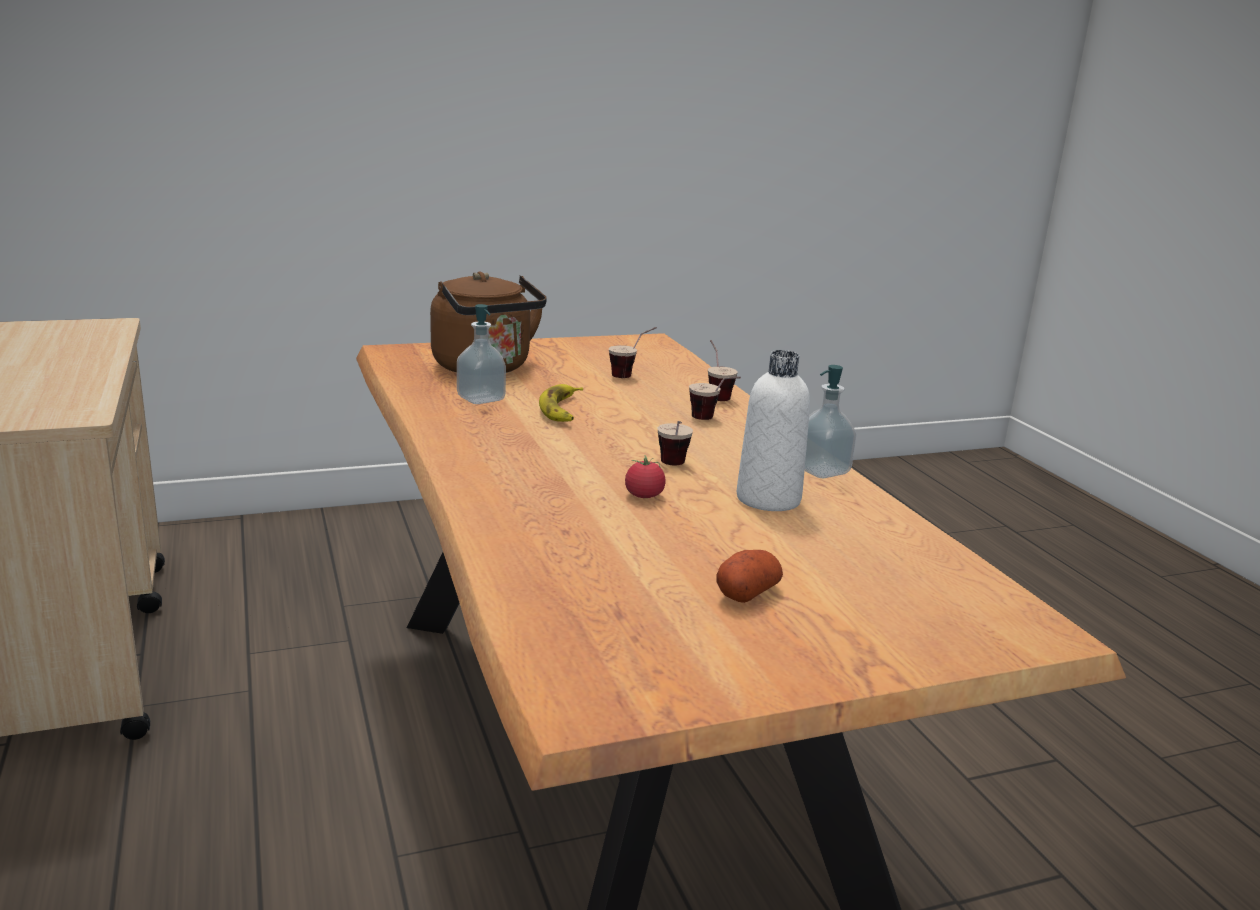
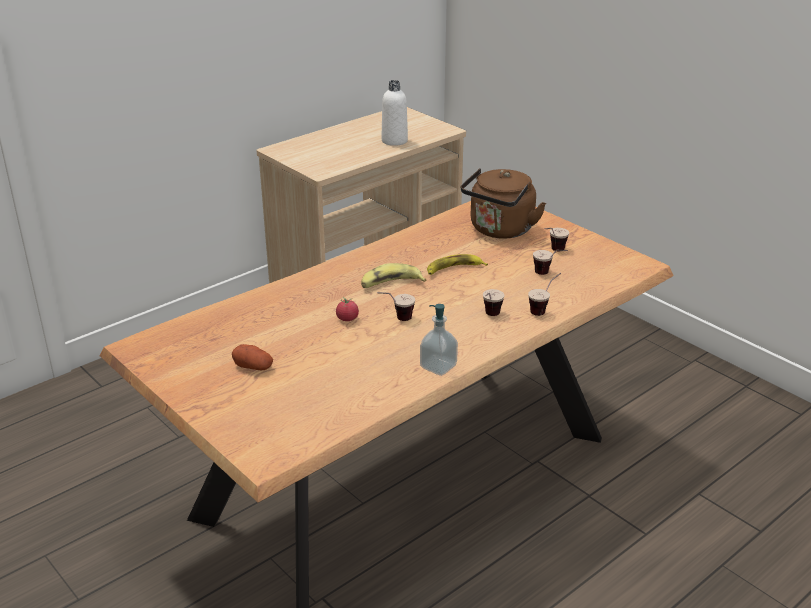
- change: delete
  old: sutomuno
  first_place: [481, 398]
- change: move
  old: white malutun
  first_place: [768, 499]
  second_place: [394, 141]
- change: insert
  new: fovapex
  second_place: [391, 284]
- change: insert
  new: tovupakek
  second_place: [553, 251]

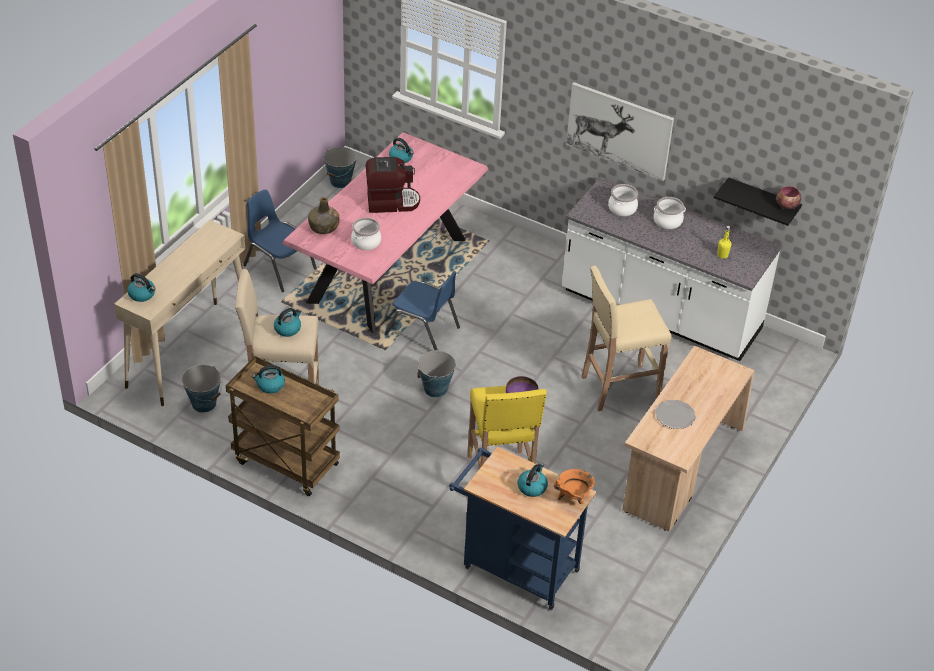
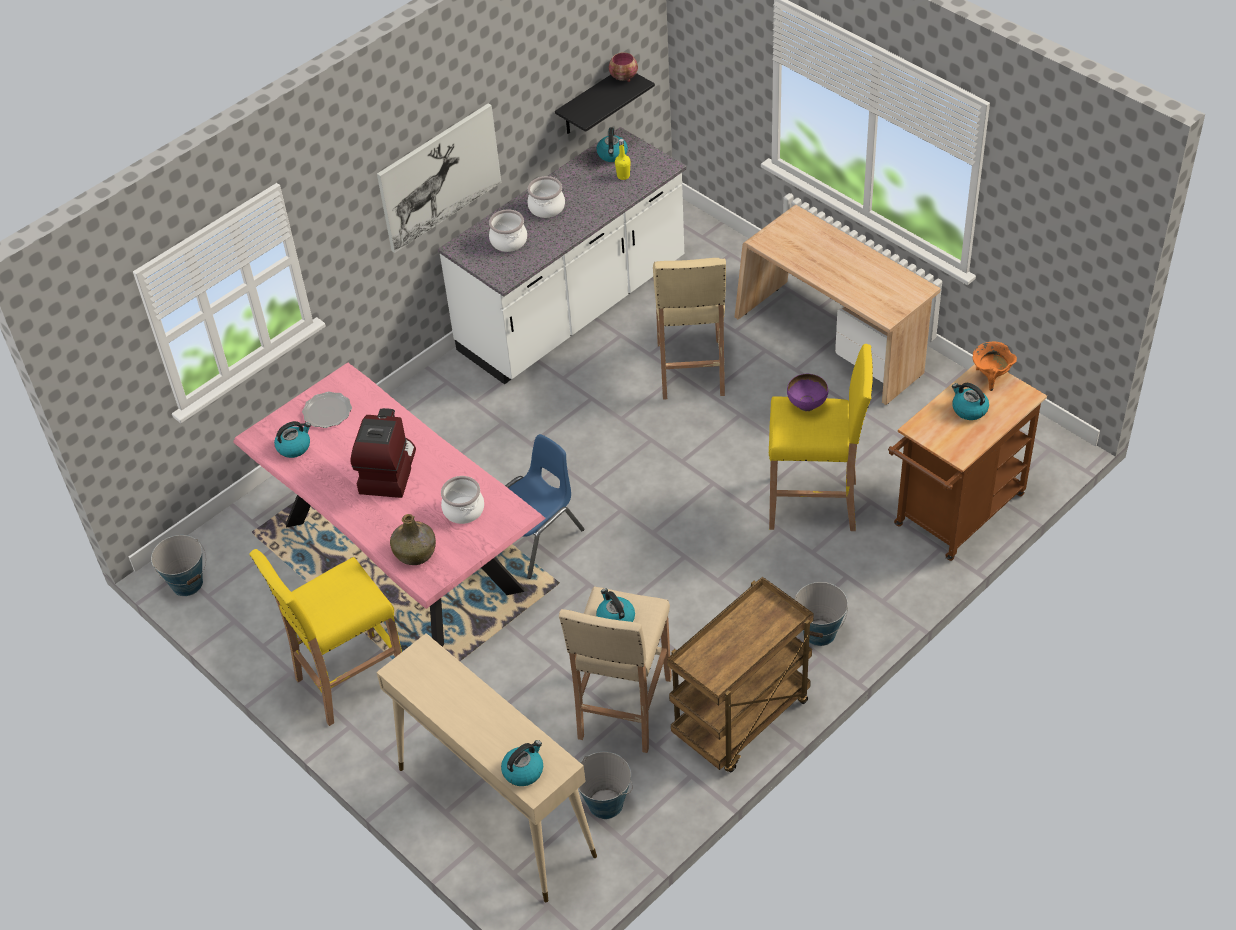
- change: replace
  old: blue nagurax
  new: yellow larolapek
  first_place: [279, 267]
  second_place: [349, 681]
- change: move
  old: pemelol
  first_place: [270, 385]
  second_place: [612, 154]
- change: move
  old: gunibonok
  first_place: [435, 389]
  second_place: [819, 632]
- change: recolor
  old: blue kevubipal
  new: brown kevubipal
  first_place: [514, 567]
  second_place: [954, 516]
- change: move
  old: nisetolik
  first_place: [675, 416]
  second_place: [327, 411]

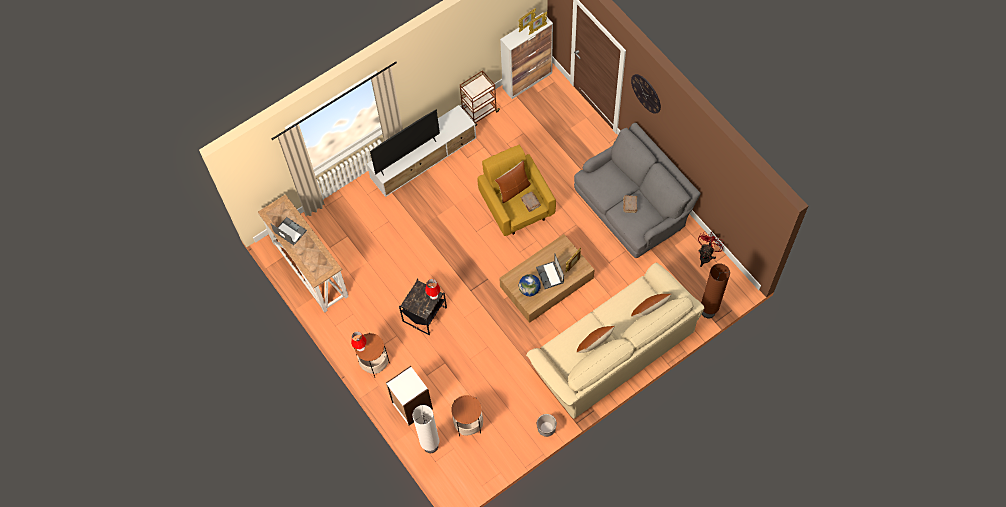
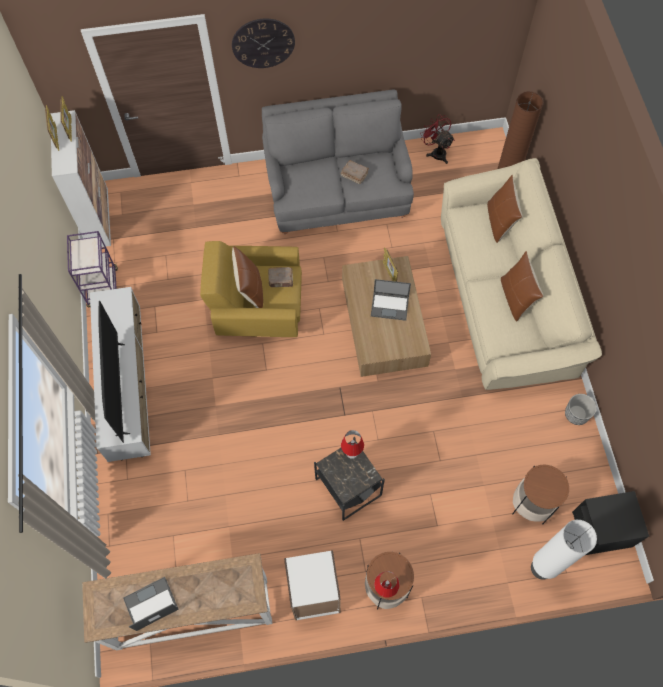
- change: move
  old: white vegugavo
  first_place: [412, 406]
  second_place: [314, 595]
- change: recolor
  old: brown kevubipal
  new: purple kevubipal
  first_place: [479, 112]
  second_place: [103, 288]
- change: delete
  old: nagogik
  first_place: [529, 289]
- change: insert
  new: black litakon
  second_place: [601, 529]

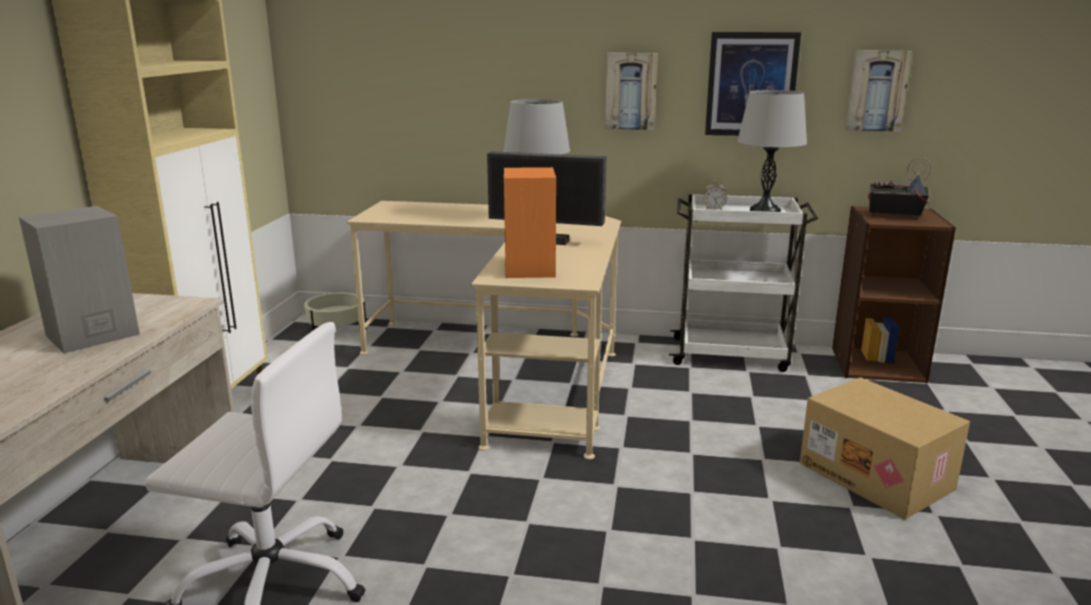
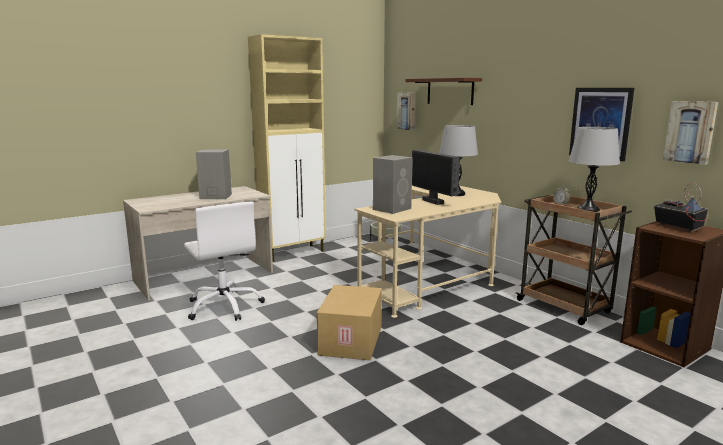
- change: recolor
  old: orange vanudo
  new: grey vanudo
  first_place: [529, 268]
  second_place: [392, 209]
- change: move
  old: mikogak
  first_place: [631, 91]
  second_place: [407, 111]
- change: recolor
  old: white kevubipal
  new: brown kevubipal
  first_place: [732, 354]
  second_place: [565, 307]
- change: move
  old: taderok
  first_place: [877, 476]
  second_place: [352, 341]
- change: insert
  new: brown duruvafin
  second_place: [450, 91]

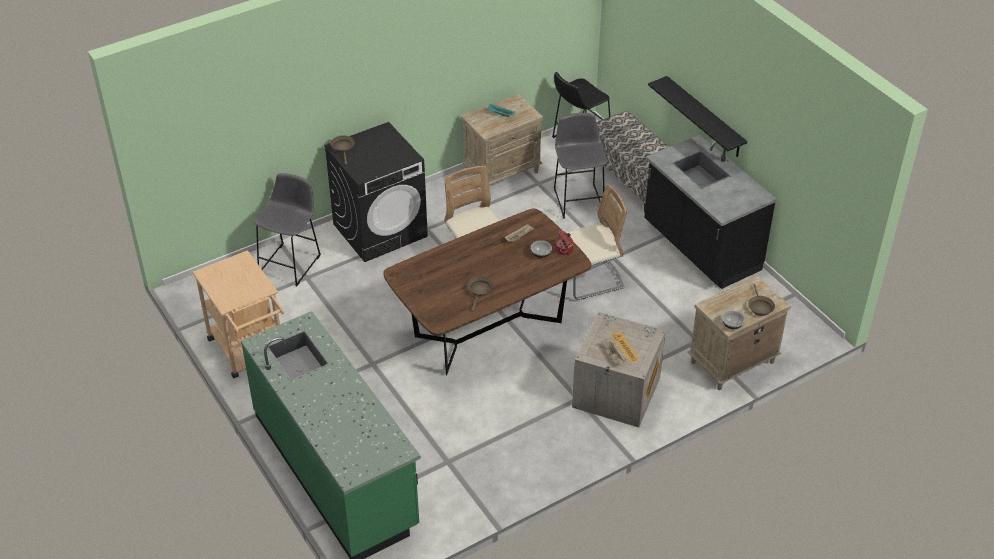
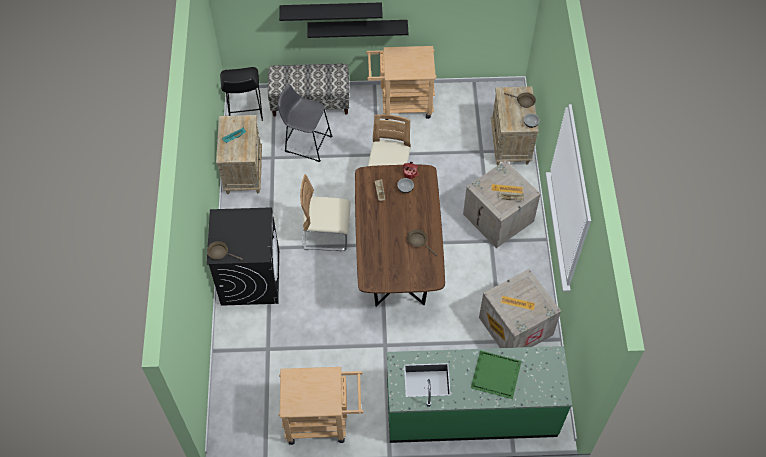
- change: delete
  old: grey larolapek
  first_place: [291, 262]
- change: replace
  old: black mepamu
  new: beige kevubipal
  first_place: [700, 248]
  second_place: [401, 104]
- change: insert
  new: black duruvafin
  second_place: [331, 10]
- change: insert
  new: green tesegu
  second_place: [497, 374]
- change: insert
  new: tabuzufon
  second_place: [515, 327]

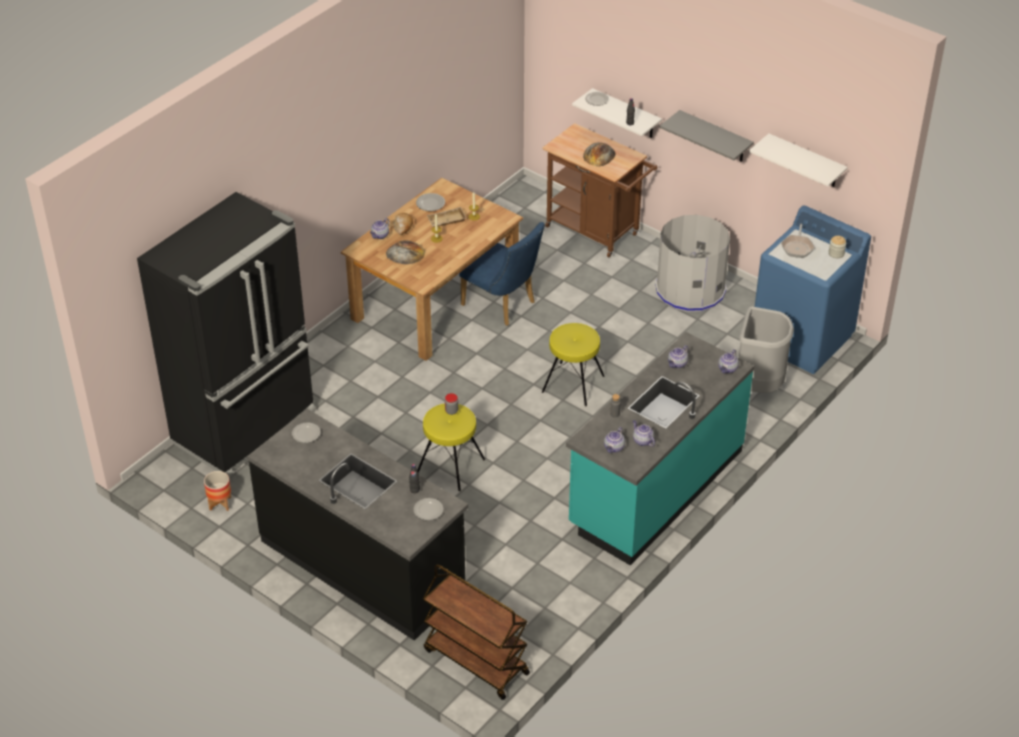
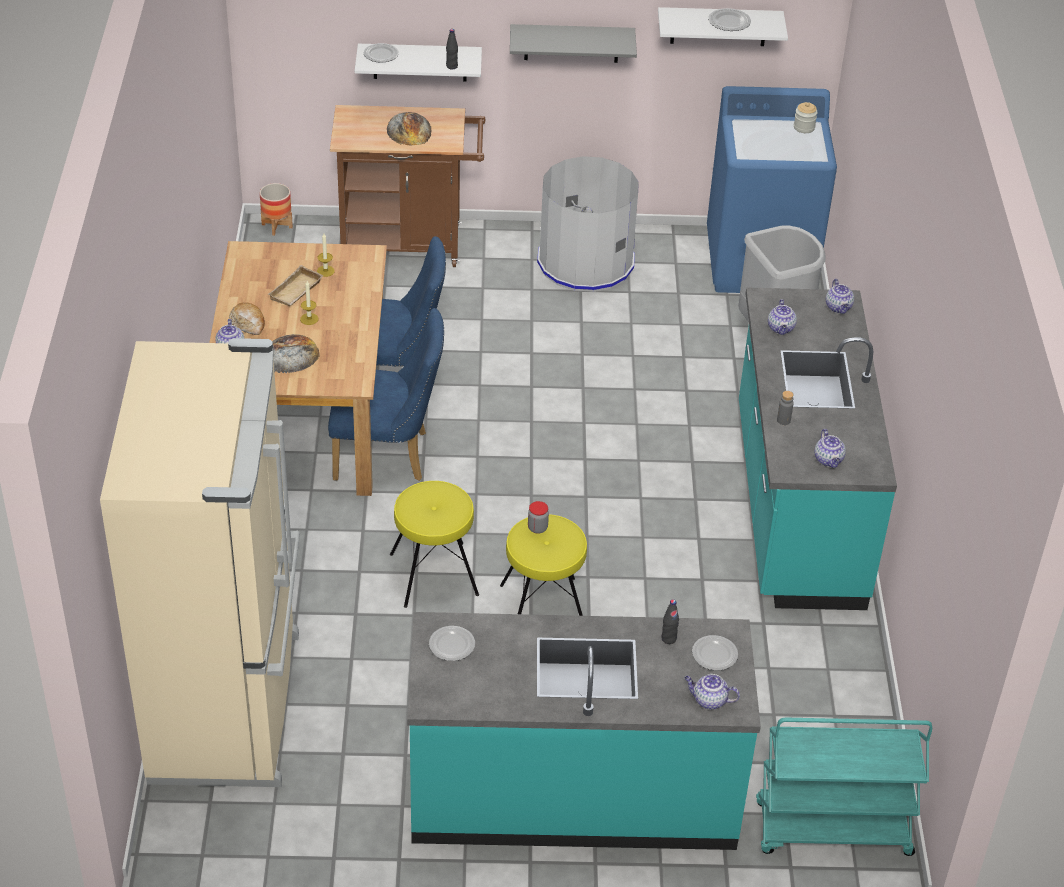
- change: recolor
  old: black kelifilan
  new: beige kelifilan
  first_place: [247, 428]
  second_place: [229, 705]
- change: move
  old: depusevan
  first_place: [220, 503]
  second_place: [277, 226]
- change: recolor
  old: black mepamu
  new: turquoise mepamu
  first_place: [363, 565]
  second_place: [573, 794]
- change: move
  old: nisetolik
  first_place: [430, 203]
  second_place: [728, 22]
- change: recolor
  old: brown kevubipal
  new: turquoise kevubipal
  first_place: [475, 661]
  second_place: [832, 830]
- change: move
  old: yellow larolapek
  first_place: [573, 384]
  second_place: [434, 574]
- change: move
  old: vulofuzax
  first_place: [642, 441]
  second_place: [709, 700]
- change: delete
  old: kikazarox
  first_place: [797, 247]
- change: insert
  new: blue nagurax
  second_place: [388, 456]

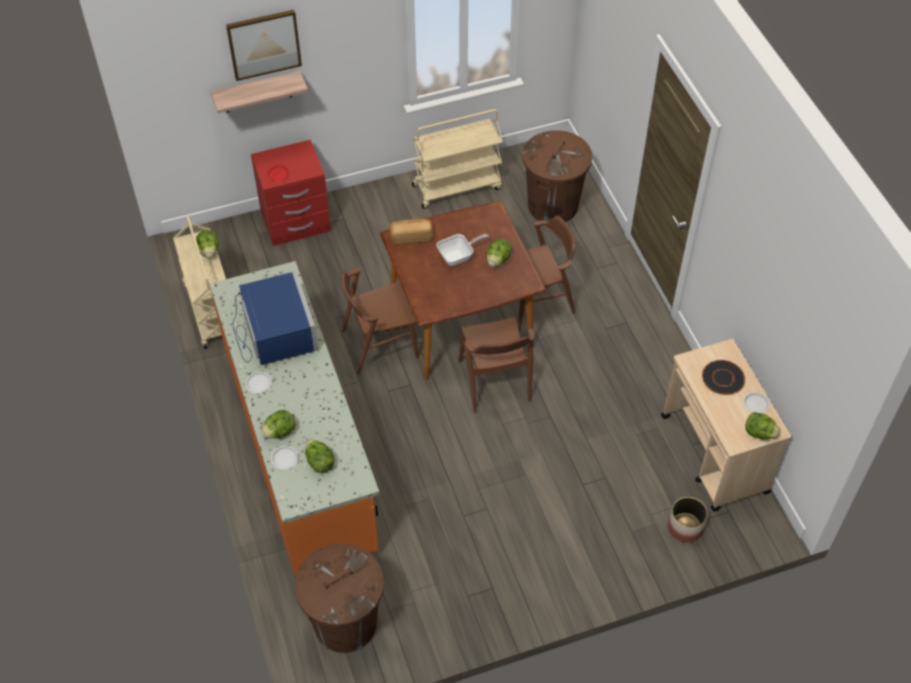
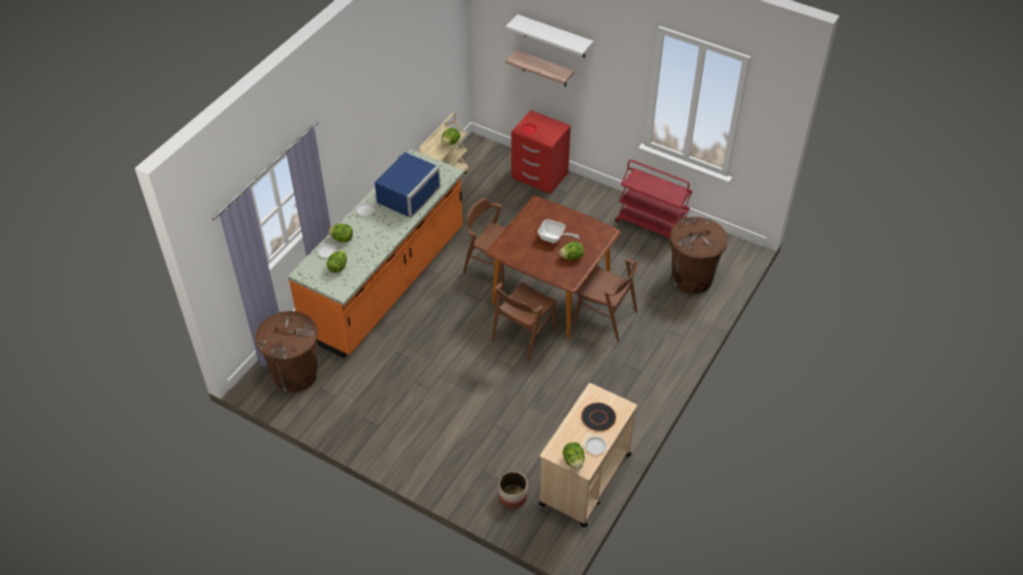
- change: replace
  old: mikogak
  new: white duruvafin
  first_place: [264, 44]
  second_place: [554, 37]
- change: delete
  old: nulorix
  first_place: [411, 237]
- change: recolor
  old: beige kevubipal
  new: red kevubipal
  first_place: [457, 186]
  second_place: [651, 225]

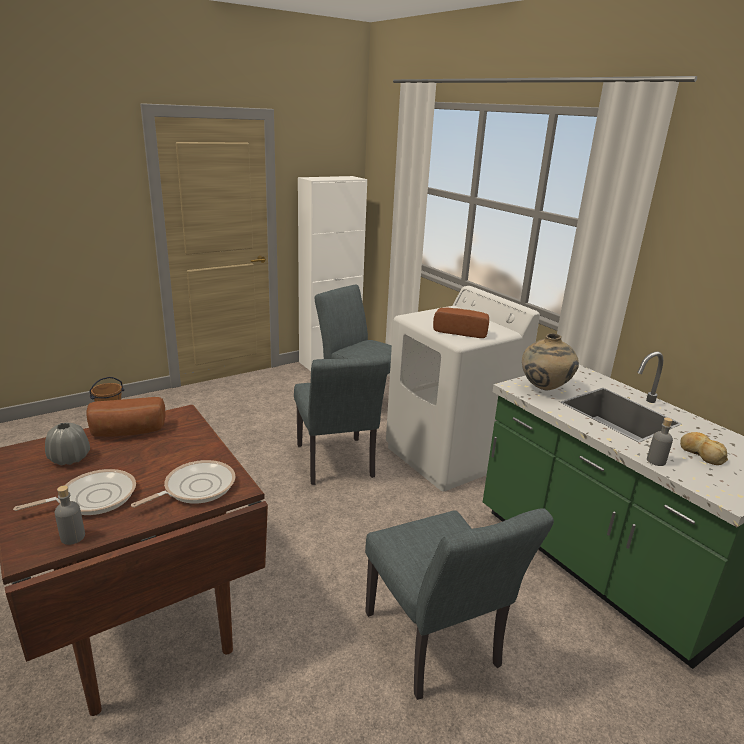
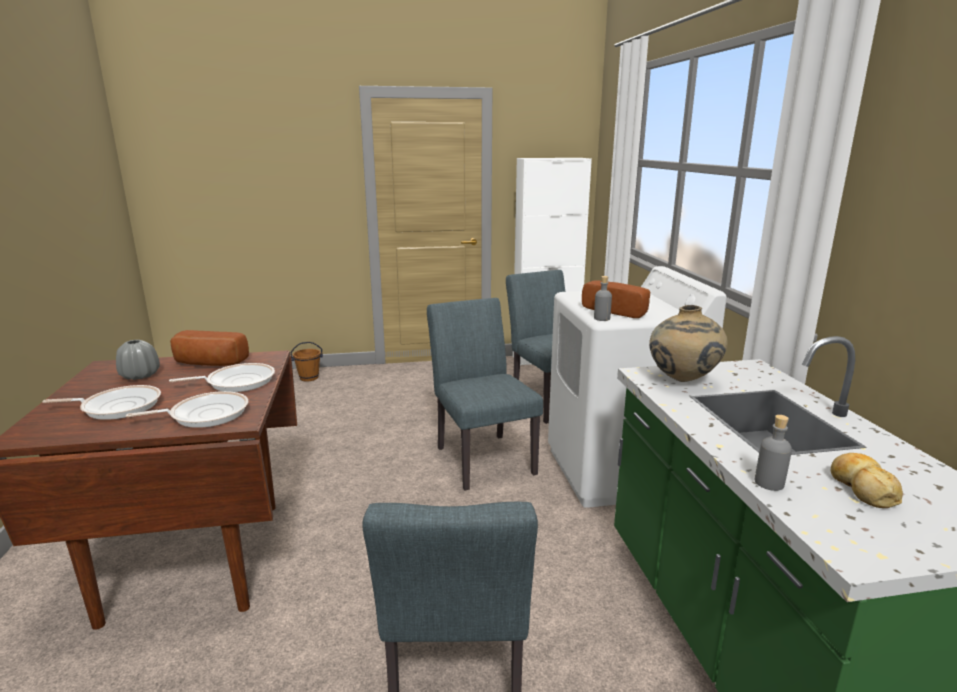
- change: move
  old: grey malutun
  first_place: [73, 537]
  second_place: [601, 318]
- change: rotate
  old: grey nagurax
  first_place: [336, 464]
  second_place: [481, 456]
  degrees: 150
- change: insert
  new: kikazarox
  second_place: [237, 382]

